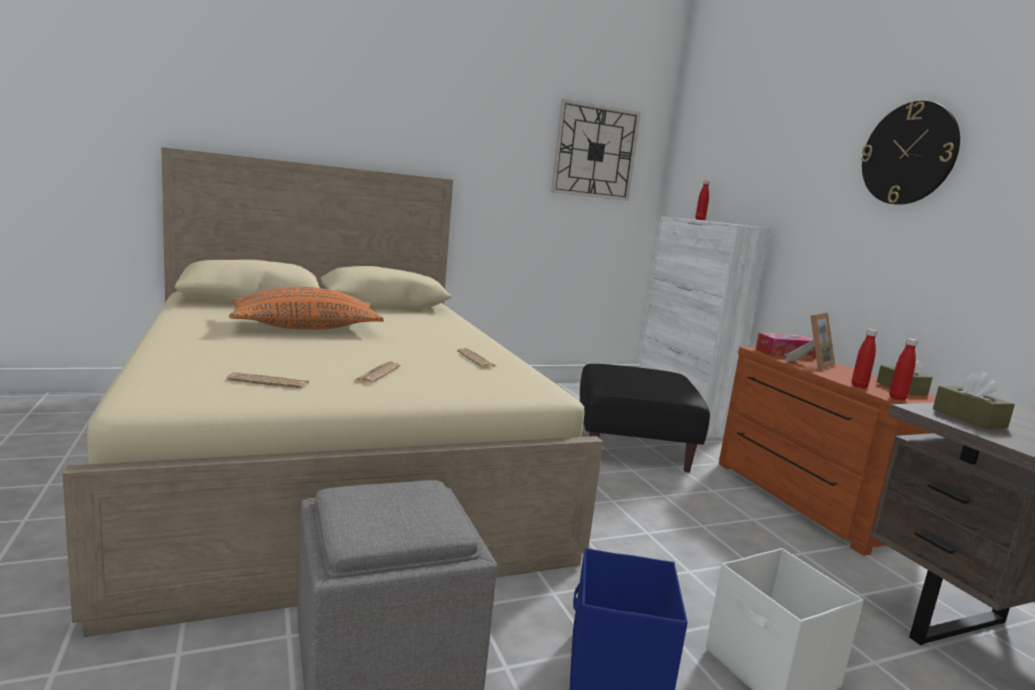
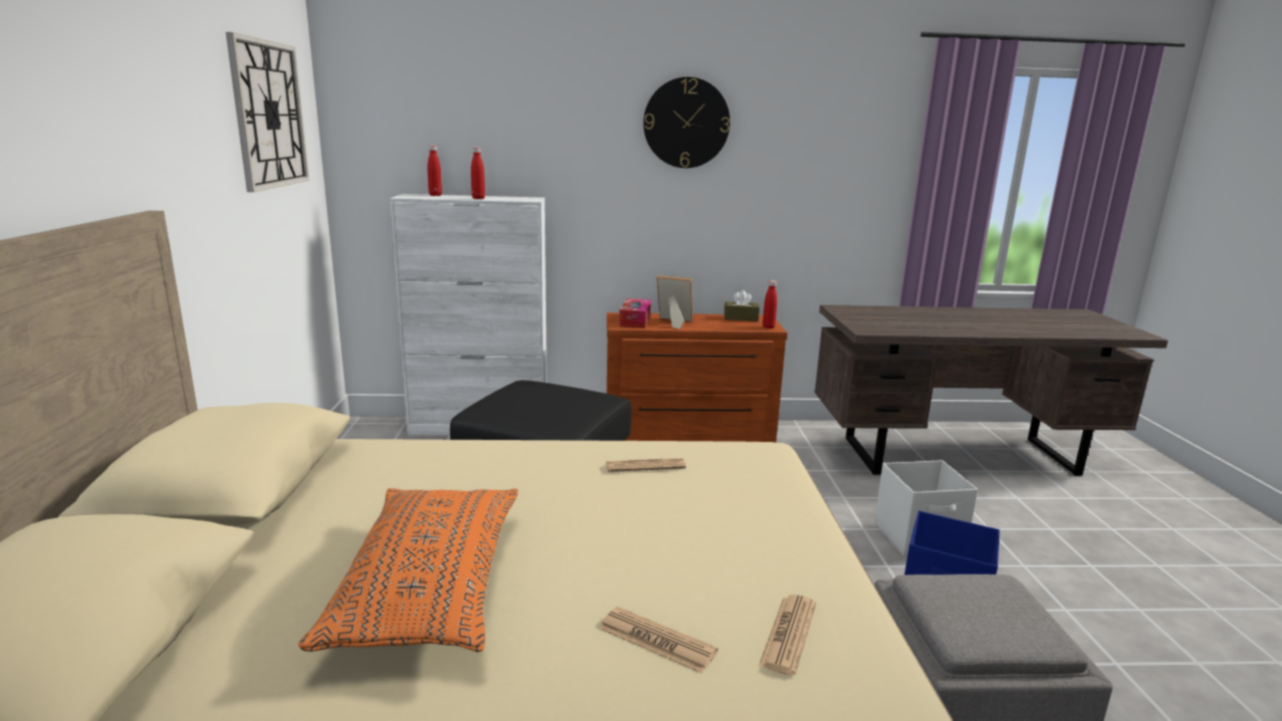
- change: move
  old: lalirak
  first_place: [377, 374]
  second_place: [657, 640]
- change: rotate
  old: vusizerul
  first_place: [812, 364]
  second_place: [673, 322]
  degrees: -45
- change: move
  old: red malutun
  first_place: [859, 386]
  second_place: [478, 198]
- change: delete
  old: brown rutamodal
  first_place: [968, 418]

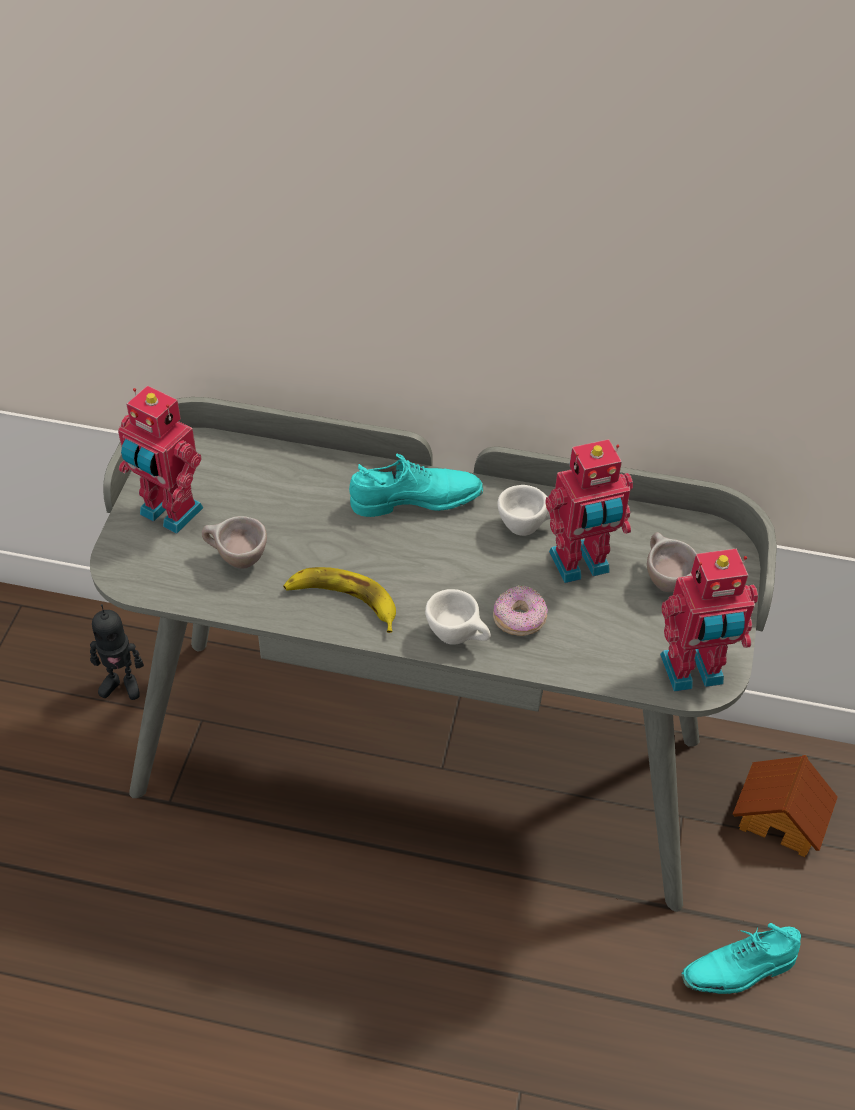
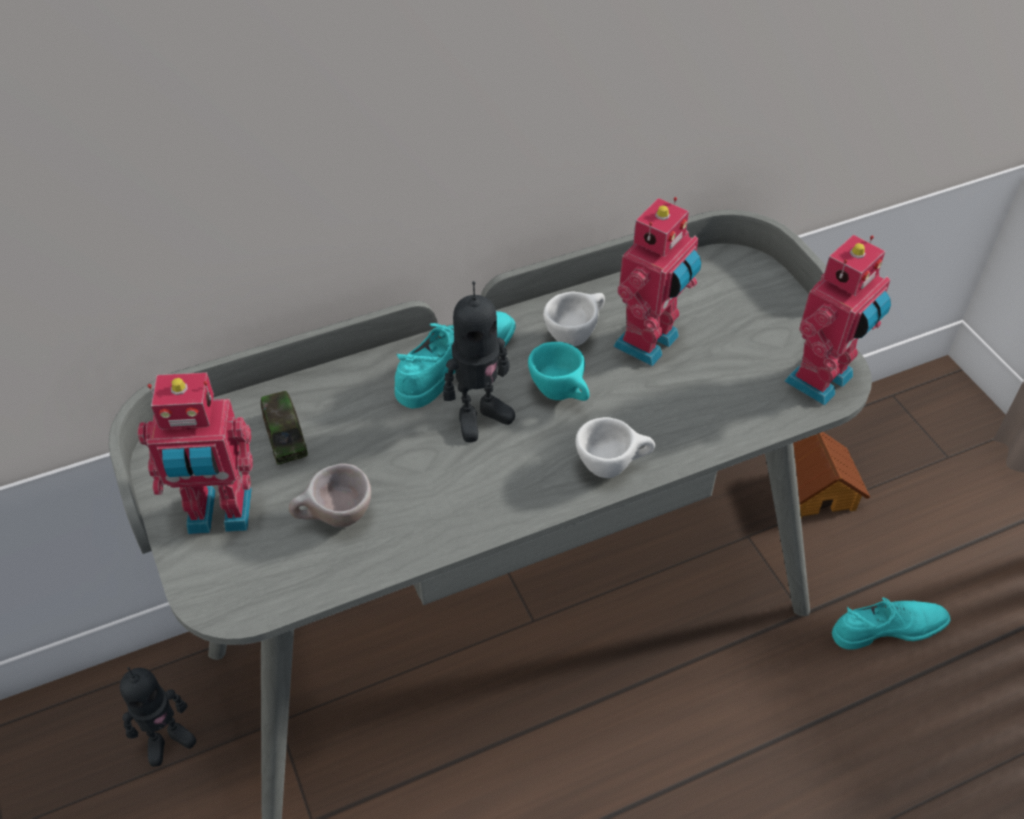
- change: delete
  old: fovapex
  first_place: [342, 601]
- change: delete
  old: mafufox
  first_place: [519, 619]
- change: delete
  old: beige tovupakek
  first_place: [663, 579]
- change: rotate
  old: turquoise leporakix
  first_place: [738, 970]
  second_place: [887, 629]
  degrees: -135
- change: insert
  new: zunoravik
  second_place: [285, 436]
- change: insert
  new: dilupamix
  second_place: [479, 416]
- change: insert
  new: turquoise tovupakek
  second_place: [562, 394]

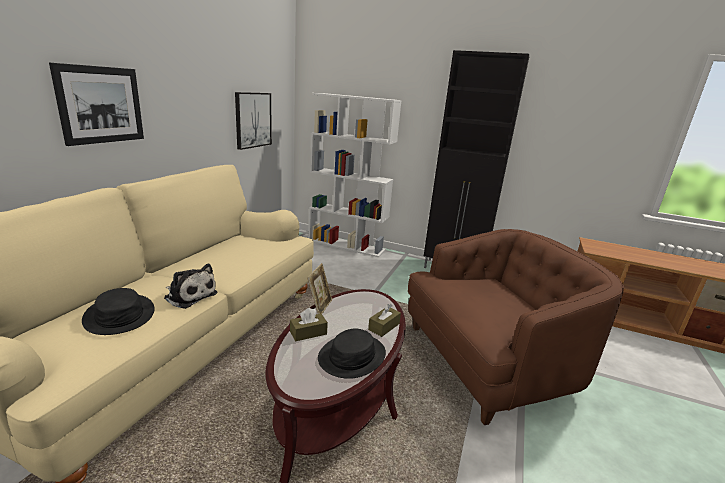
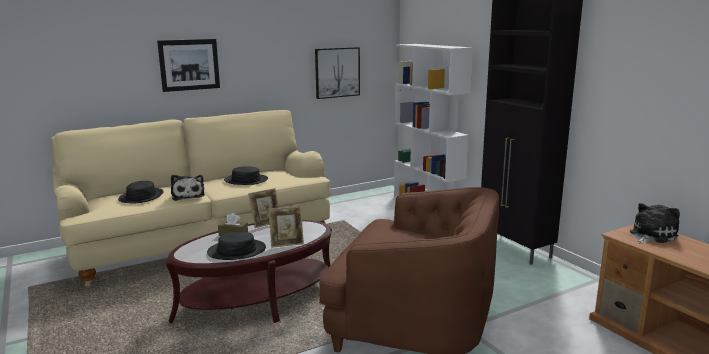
- change: replace
  old: brown rutamodal
  new: vusizerul
  first_place: [384, 327]
  second_place: [287, 243]
- change: insert
  new: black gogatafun
  second_place: [246, 180]
- change: insert
  new: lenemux
  second_place: [651, 235]

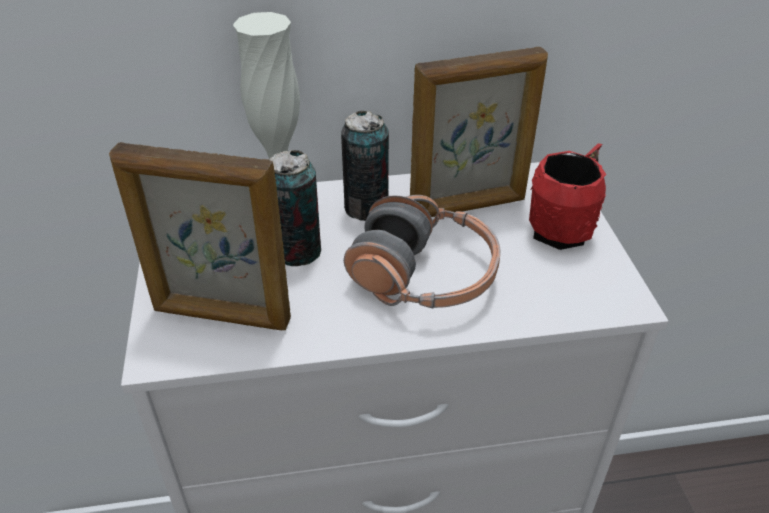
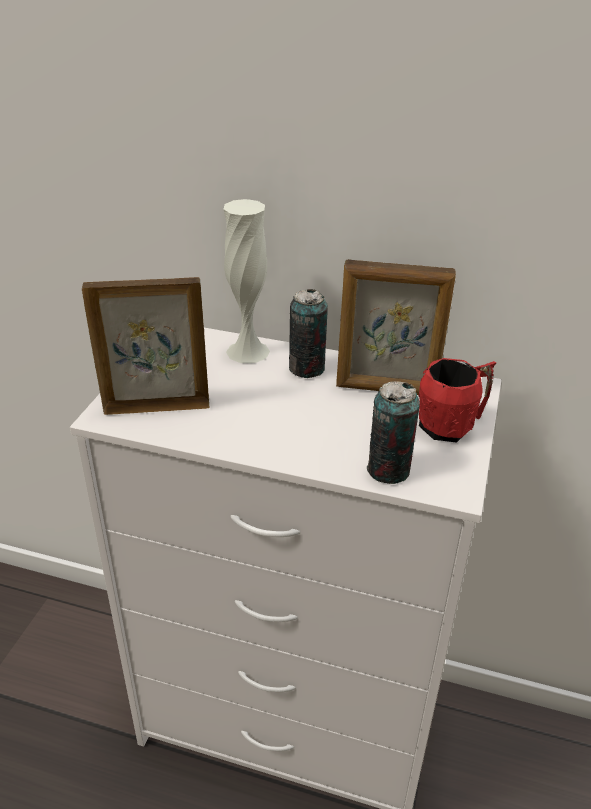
- change: rotate
  old: vusizerul
  first_place: [221, 316]
  second_place: [156, 407]
  degrees: 135
- change: move
  old: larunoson
  first_place: [297, 251]
  second_place: [388, 470]
- change: delete
  old: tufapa
  first_place: [424, 276]

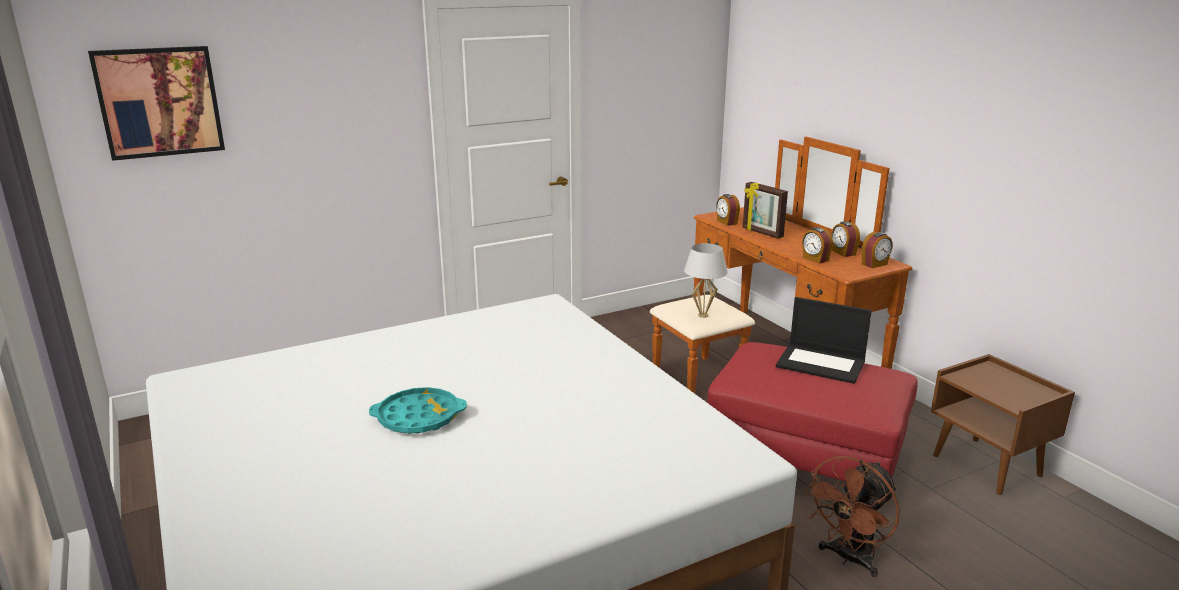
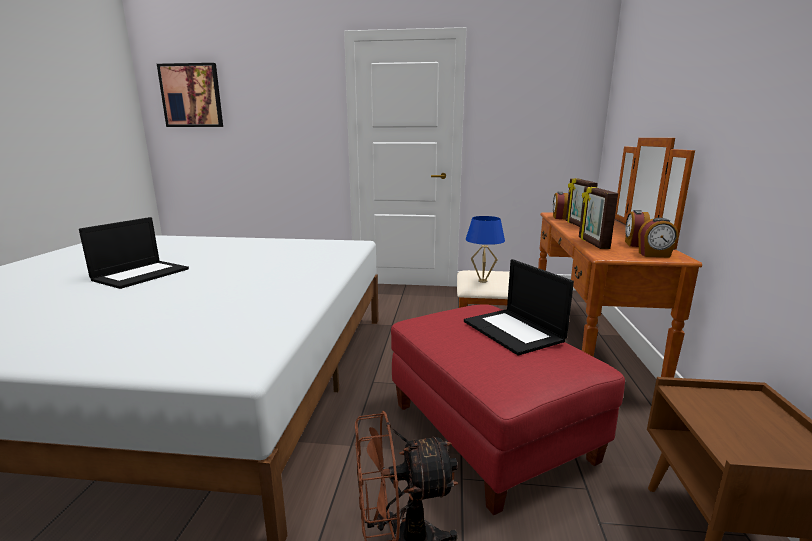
- change: replace
  old: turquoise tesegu
  new: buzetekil
  first_place: [419, 417]
  second_place: [141, 274]
- change: recolor
  old: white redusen
  new: blue redusen
  first_place: [703, 315]
  second_place: [483, 281]
- change: replace
  old: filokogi
  new: vusizerul
  first_place: [815, 259]
  second_place: [592, 243]

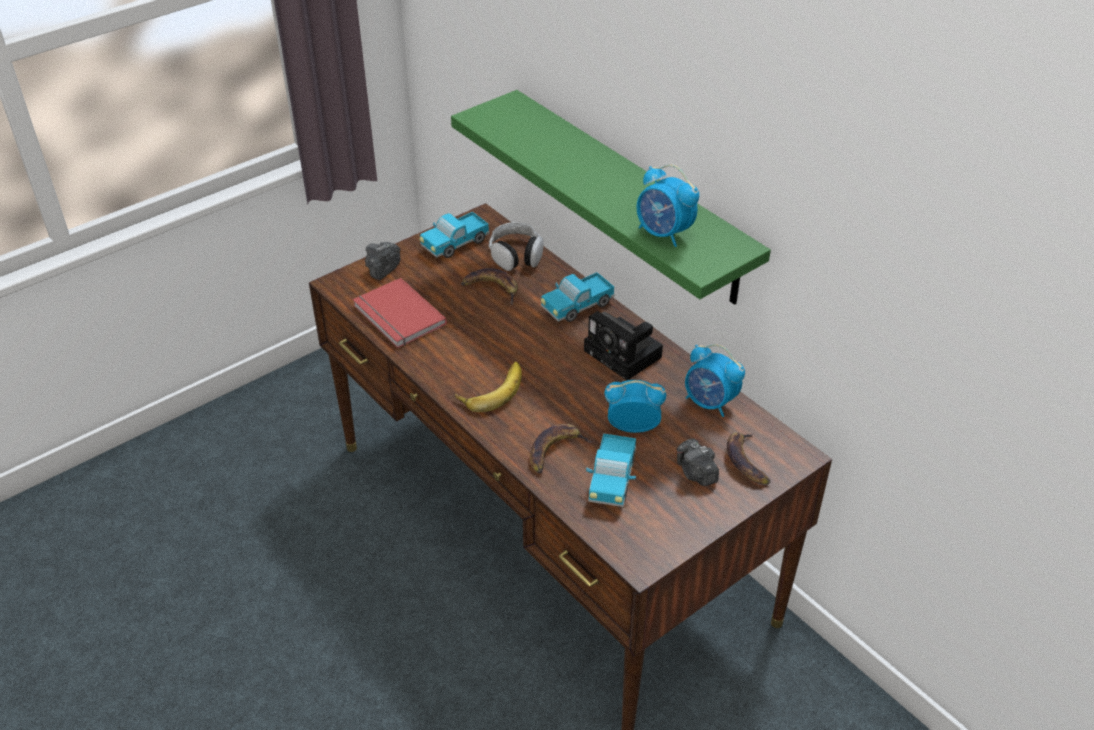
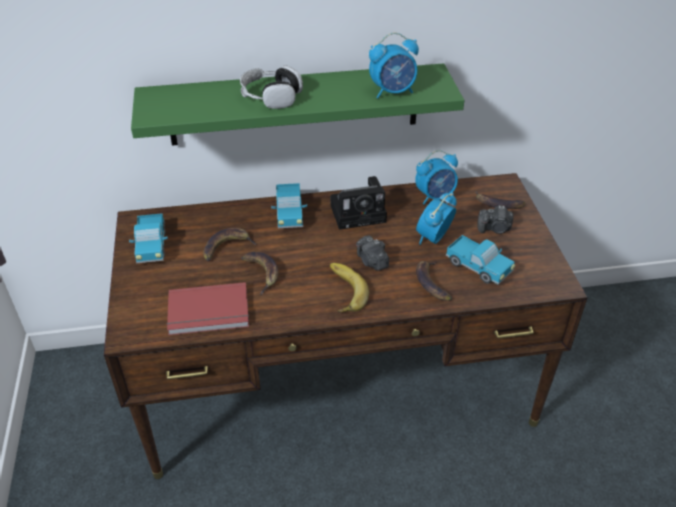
- change: move
  old: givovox
  first_place: [382, 269]
  second_place: [372, 261]
- change: move
  old: tufapa
  first_place: [516, 255]
  second_place: [271, 97]
- change: insert
  new: fovapex
  second_place: [262, 273]

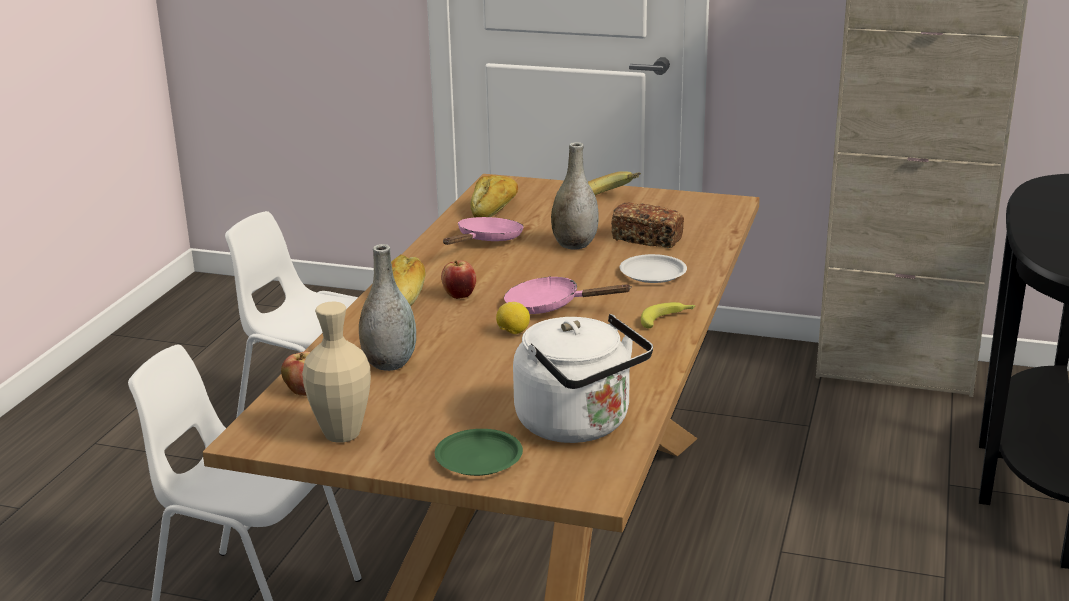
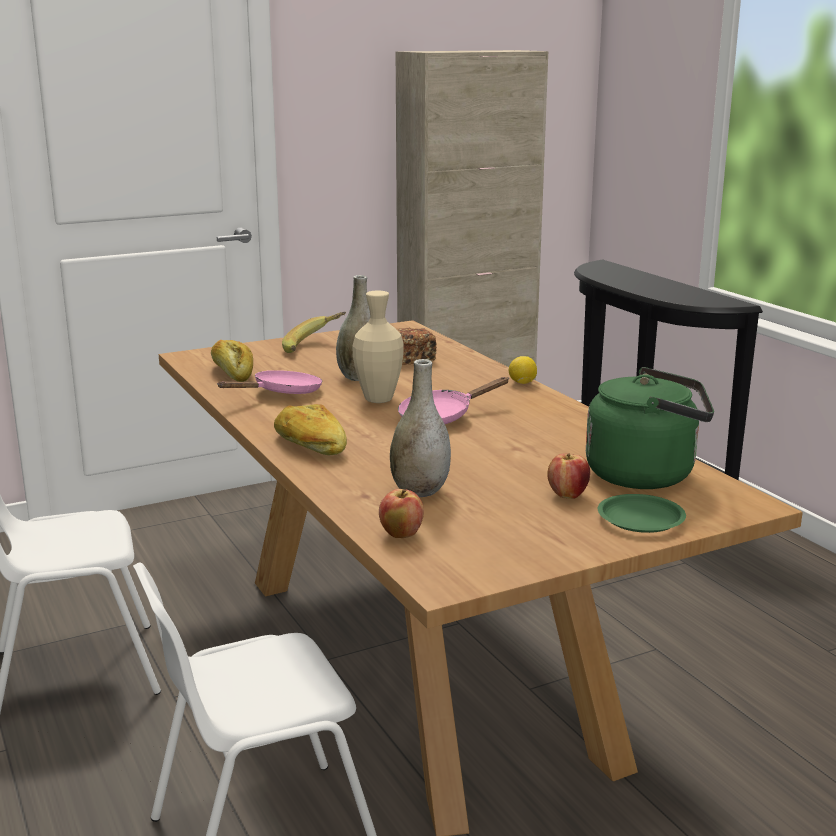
- change: move
  old: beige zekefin
  first_place: [342, 435]
  second_place: [378, 399]
- change: move
  old: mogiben
  first_place: [460, 295]
  second_place: [567, 495]
- change: rotate
  old: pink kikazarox
  first_place: [486, 241]
  second_place: [282, 393]
  degrees: 60
- change: move
  old: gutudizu
  first_place: [513, 332]
  second_place: [522, 383]
- change: recolor
  old: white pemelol
  new: green pemelol
  first_place: [579, 425]
  second_place: [647, 475]
- change: delete
  old: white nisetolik
  first_place: [653, 273]
- change: delete
  old: fovapex
  first_place: [668, 319]

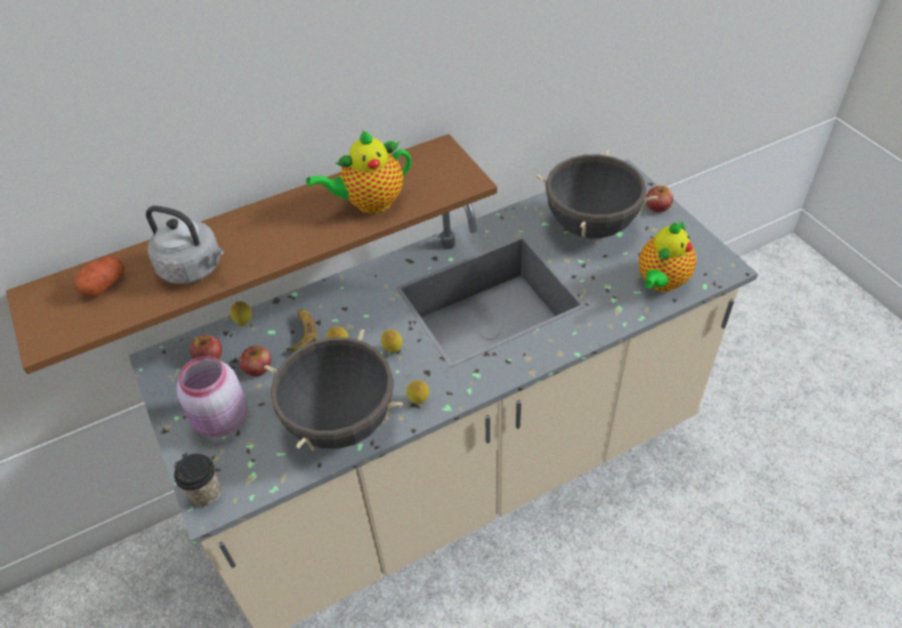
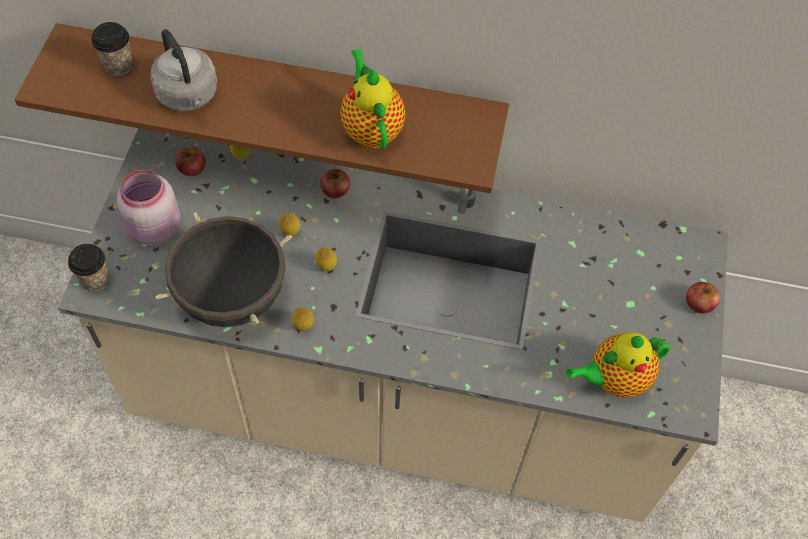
- change: replace
  old: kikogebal
  new: tovupakek
  first_place: [104, 285]
  second_place: [118, 66]
- change: move
  old: mogiben
  first_place: [258, 367]
  second_place: [335, 190]
- change: delete
  old: fovapex
  first_place: [302, 333]
- change: rotate
  old: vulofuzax
  first_place: [370, 203]
  second_place: [371, 129]
  degrees: 60
- change: delete
  old: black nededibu
  first_place: [590, 226]

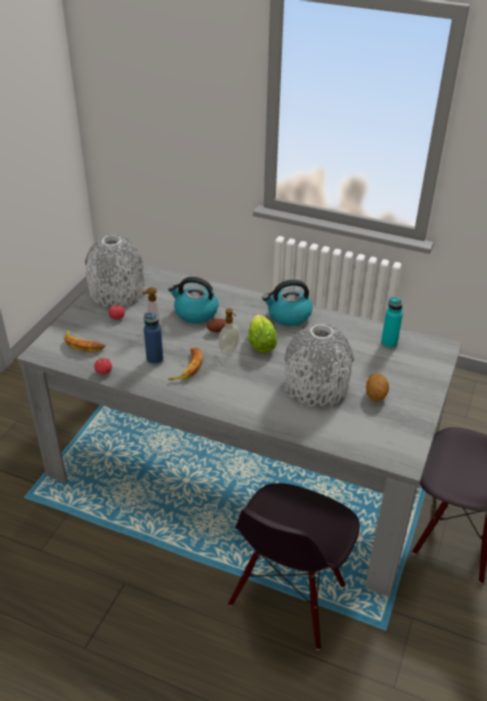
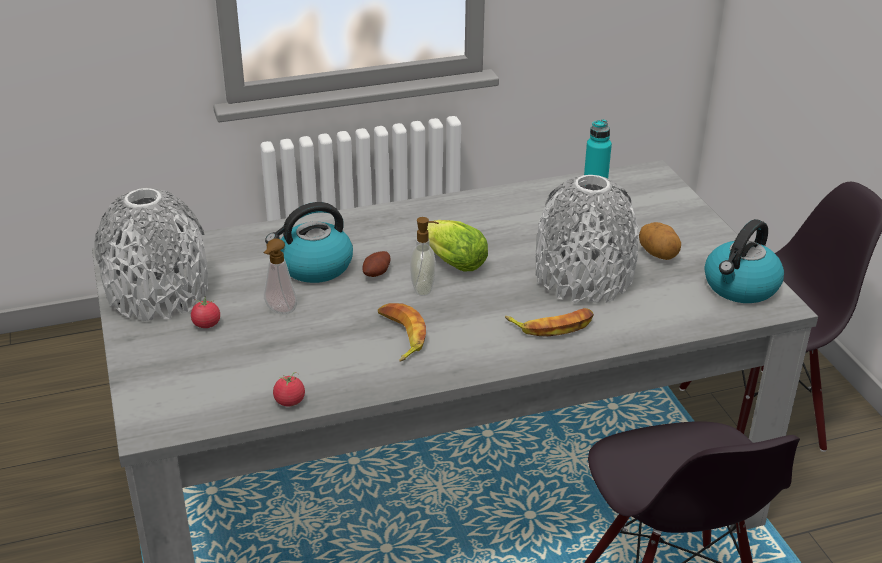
- change: move
  old: fovapex
  first_place: [83, 344]
  second_place: [552, 326]
- change: delete
  old: blue malutun
  first_place: [155, 359]
- change: move
  old: pemelol
  first_place: [288, 316]
  second_place: [740, 287]

